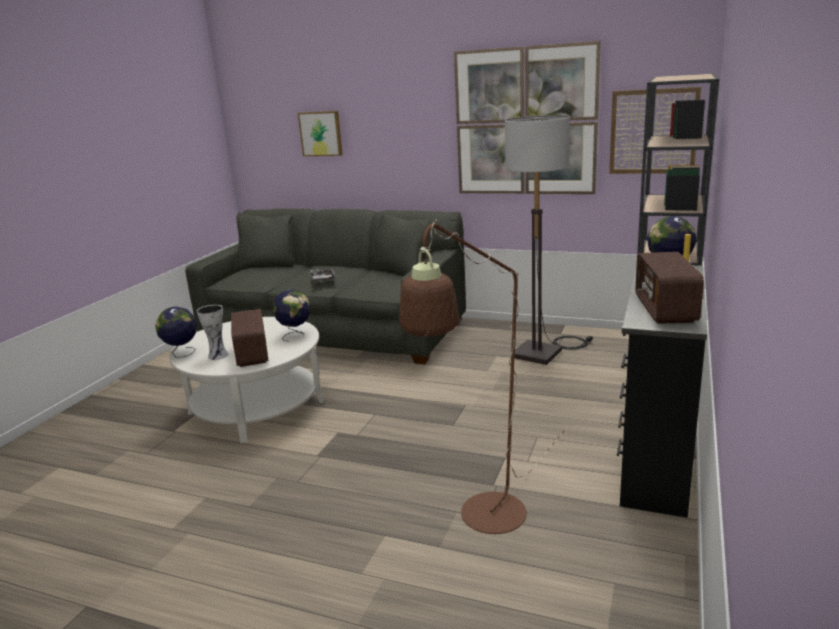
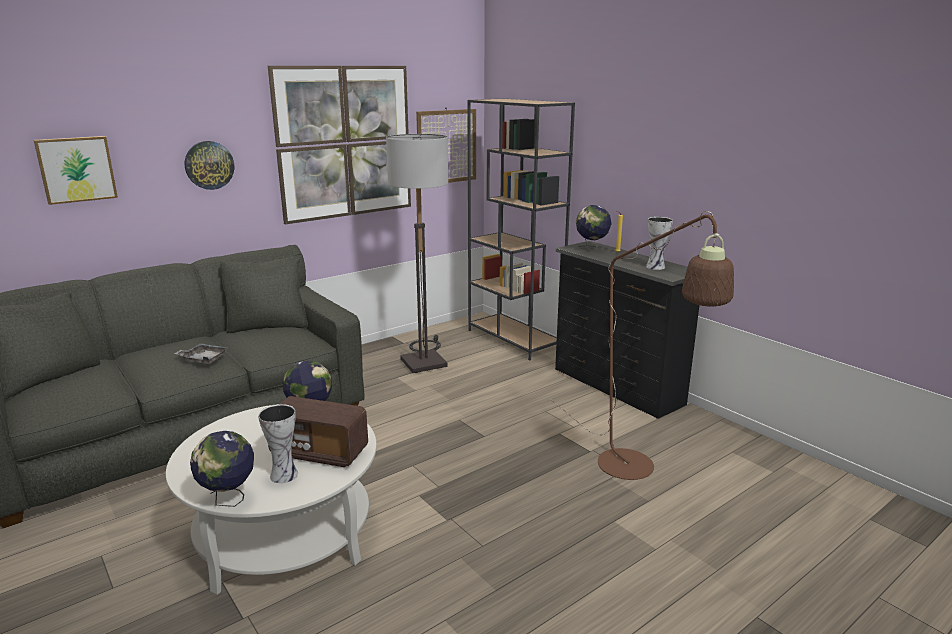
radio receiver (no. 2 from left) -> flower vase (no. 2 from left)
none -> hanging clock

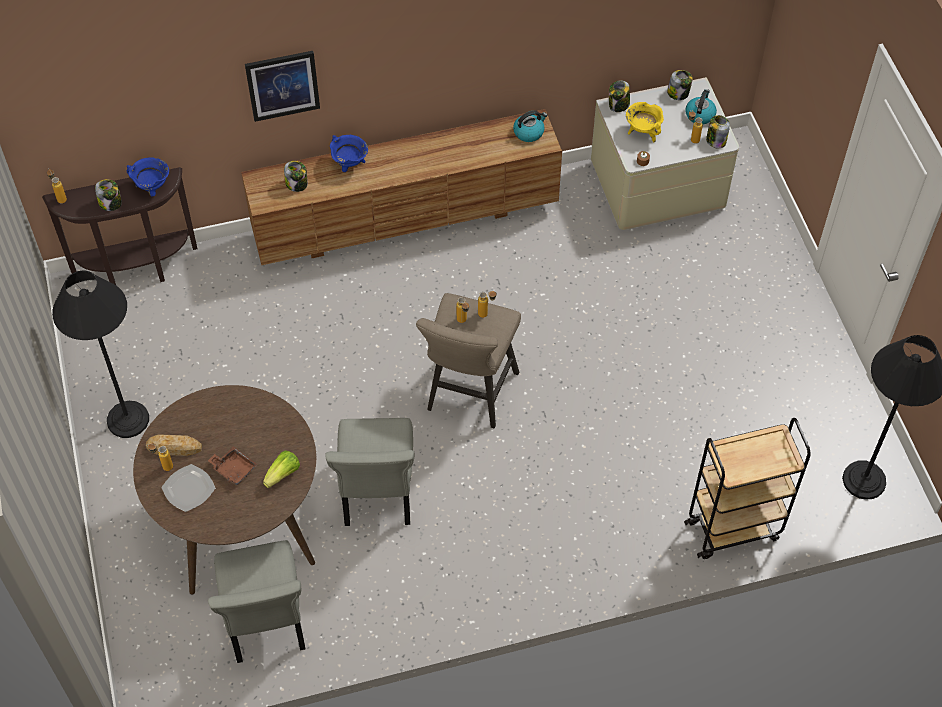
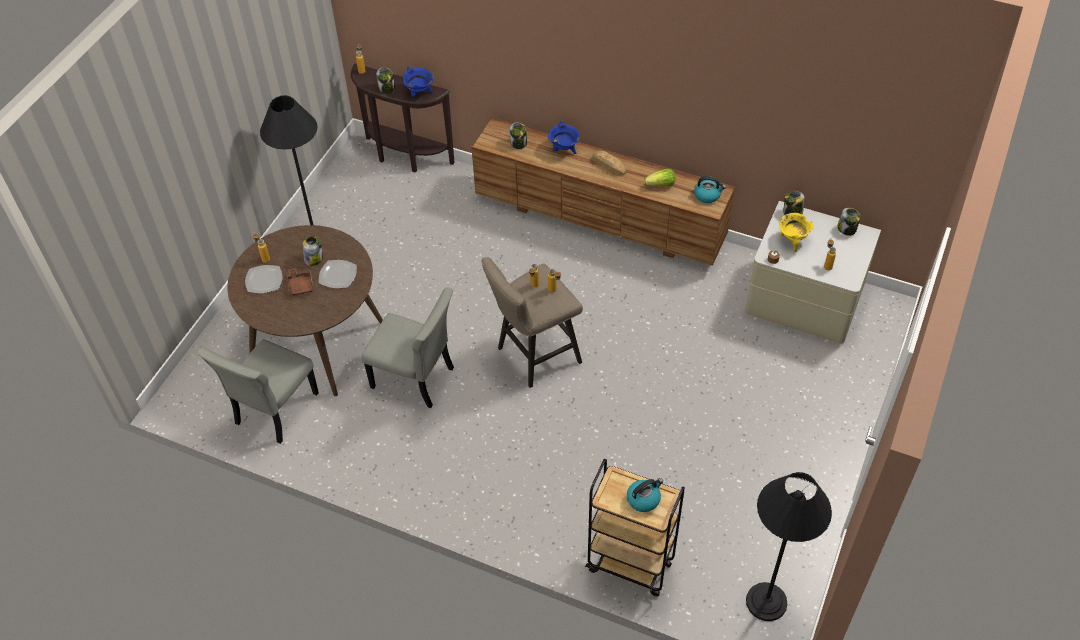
wall art -> none
kettle (no. 2 from left in the first image) -> kettle (no. 1 from left), shifted
jar (no. 5 from left in the first image) -> jar (no. 1 from left), shifted
grey chair (no. 2 from left), 105 degrees counterclockwise
bread, shifted
lettuce, shifted
none -> plate (no. 2 from left)

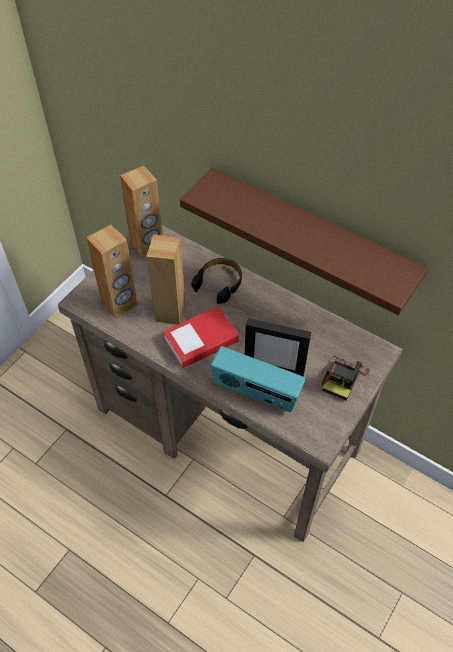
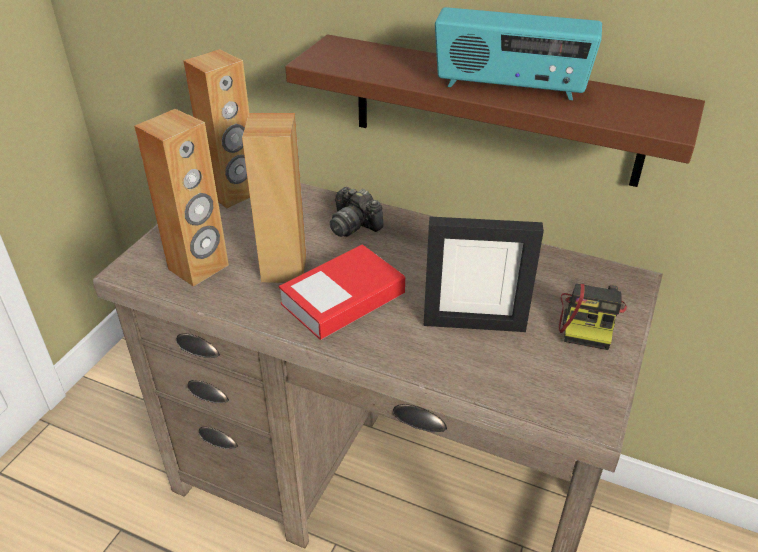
black headset -> still camera (no. 1 from left)
radio receiver, shifted

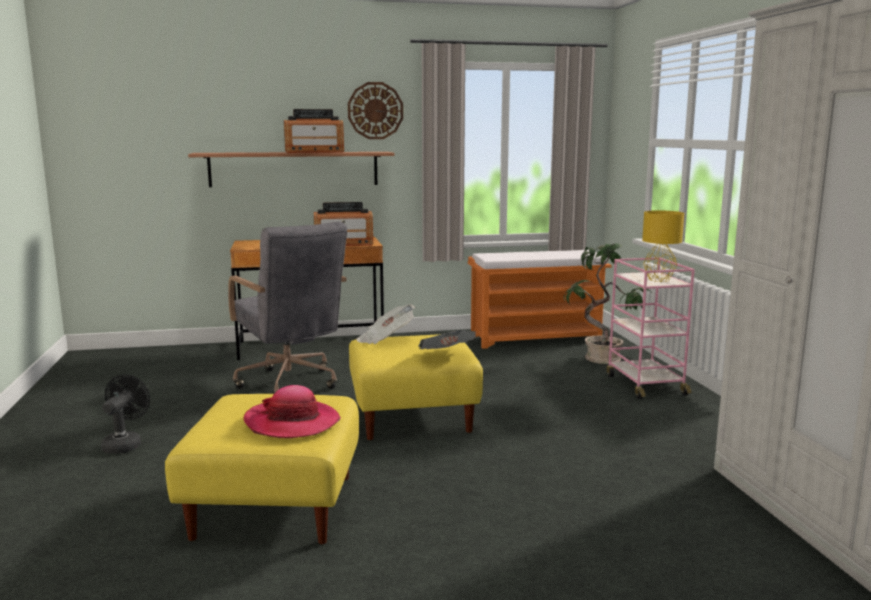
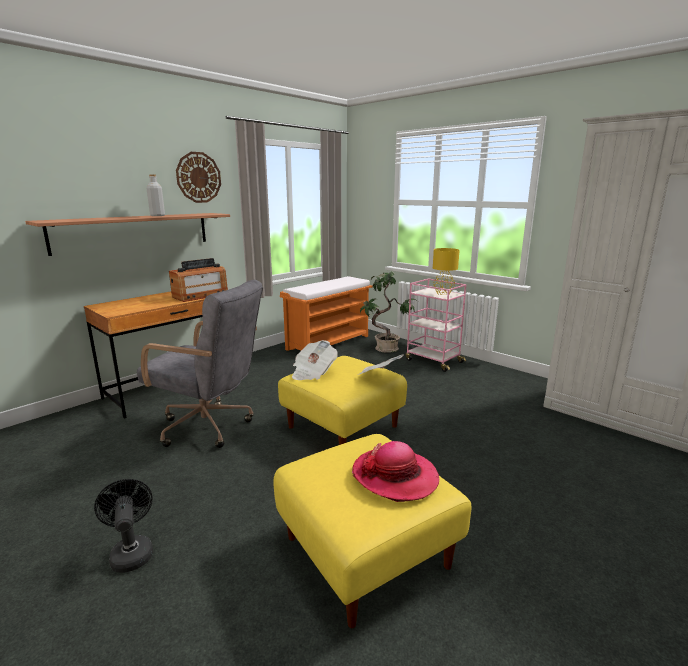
radio receiver (no. 1 from left) -> grey bottle

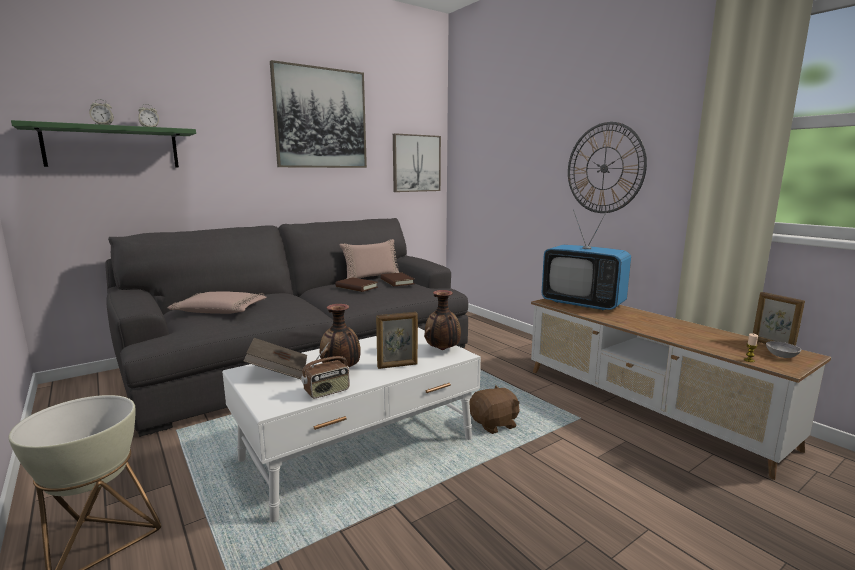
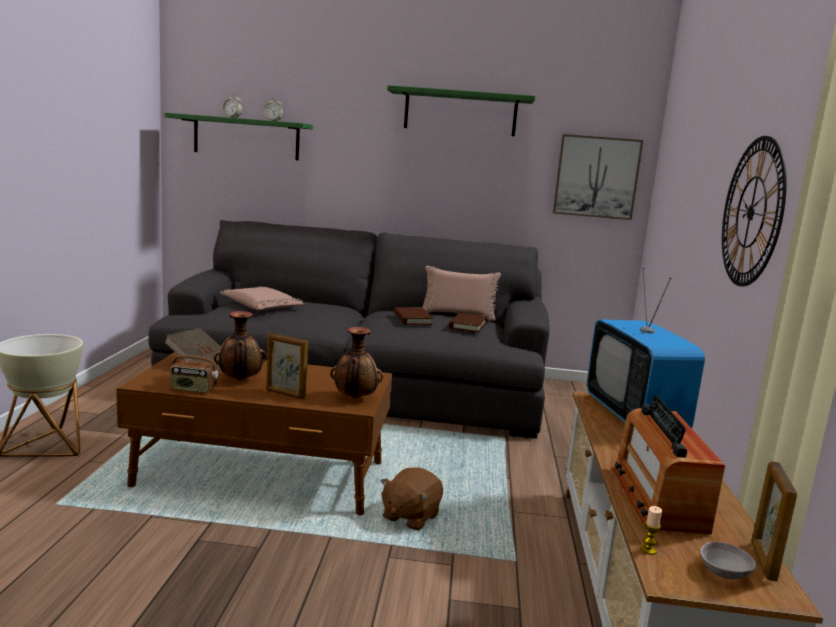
wall art (no. 1 from left) -> greenish wall shelf (no. 2 from left)
white-coloured coffee table -> brown-coloured coffee table
brown-coloured soft toy, 105 degrees clockwise
none -> radio receiver (no. 2 from left)

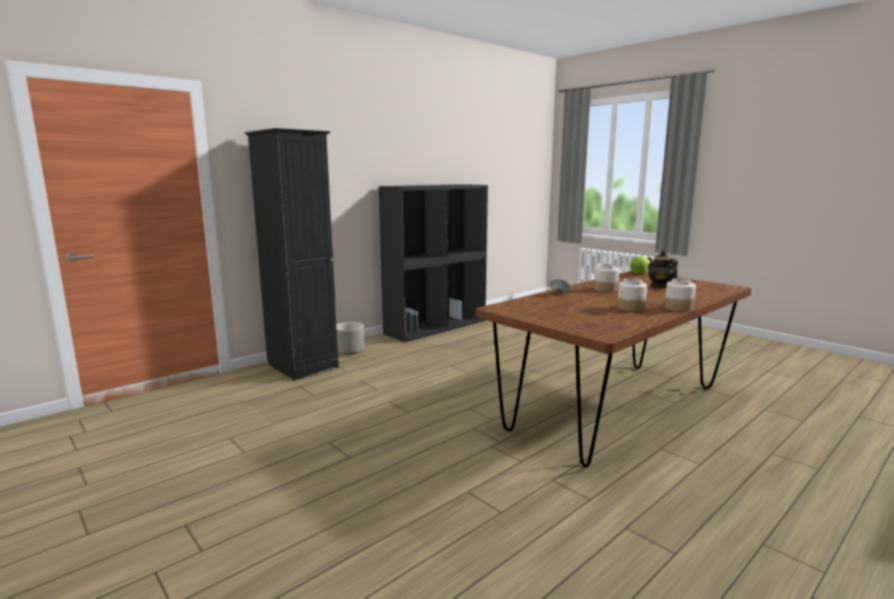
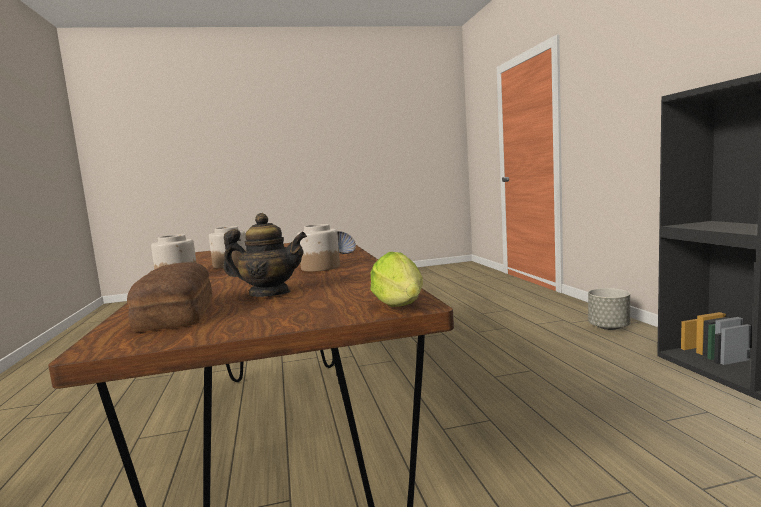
black cupboard -> none
none -> bread

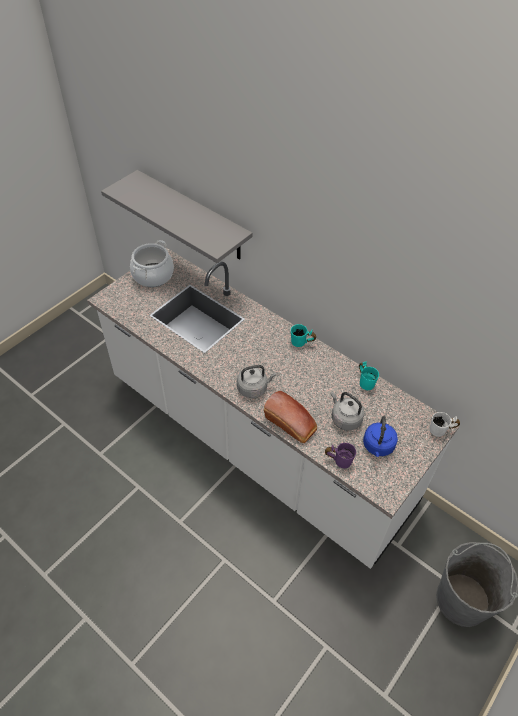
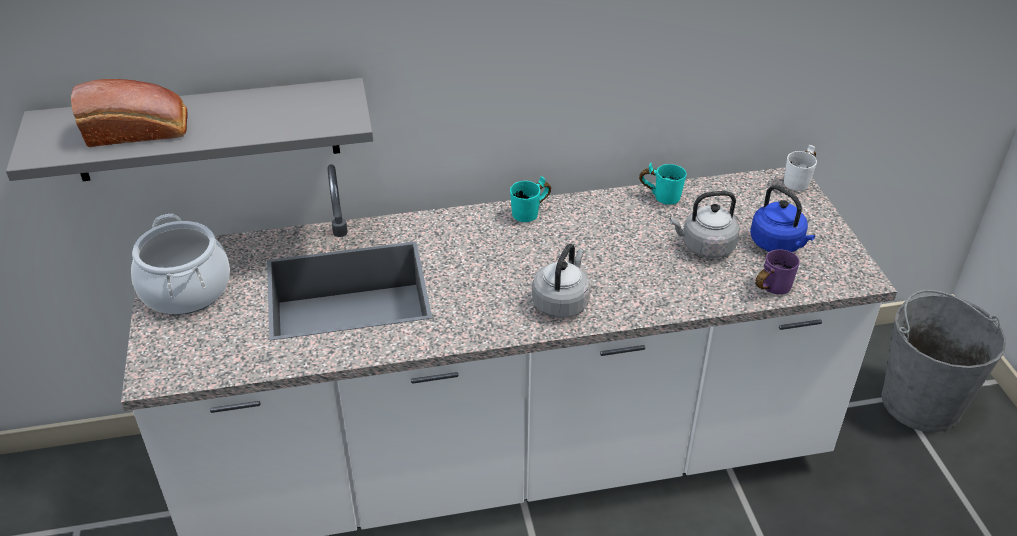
bread, shifted

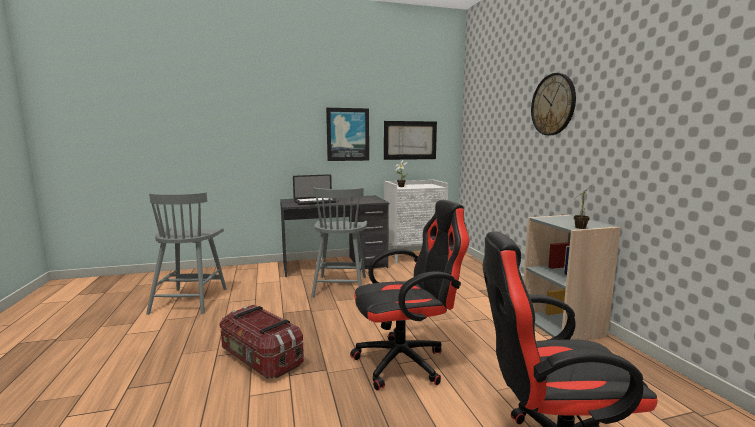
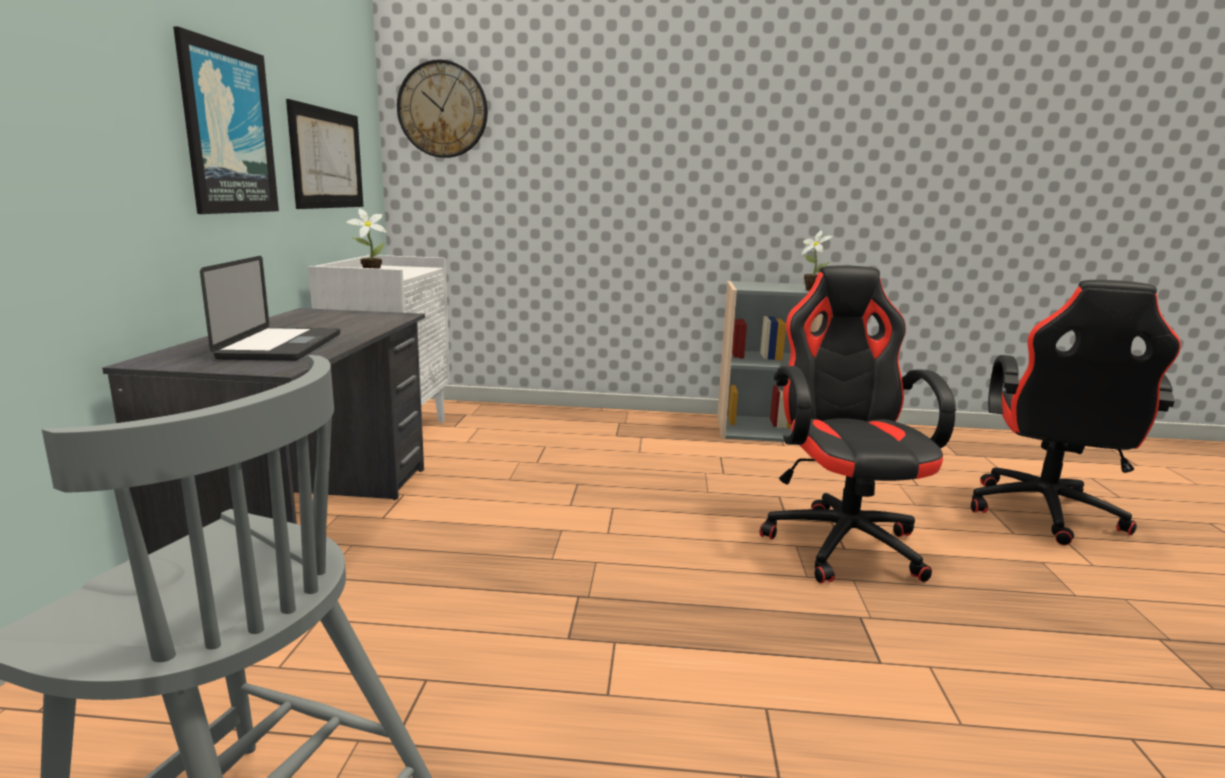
hanging clock, shifted
grey chair (no. 2 from left) -> none
storage bin -> none

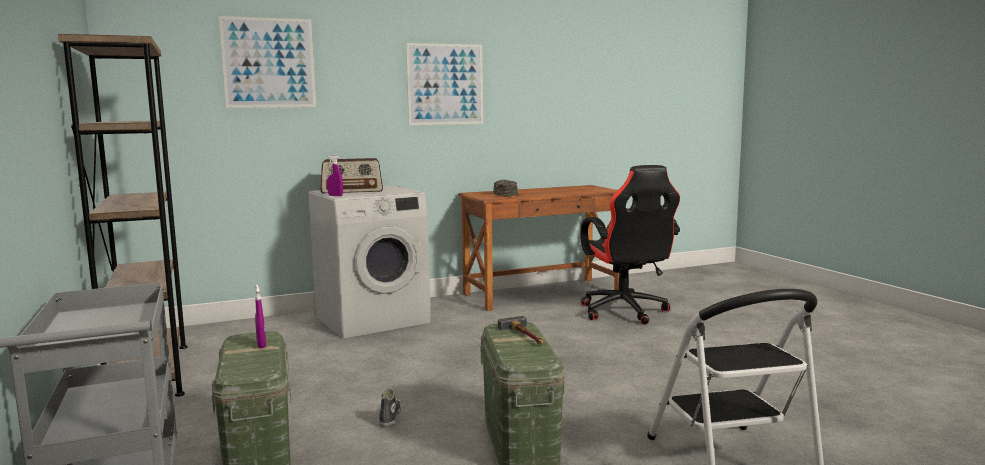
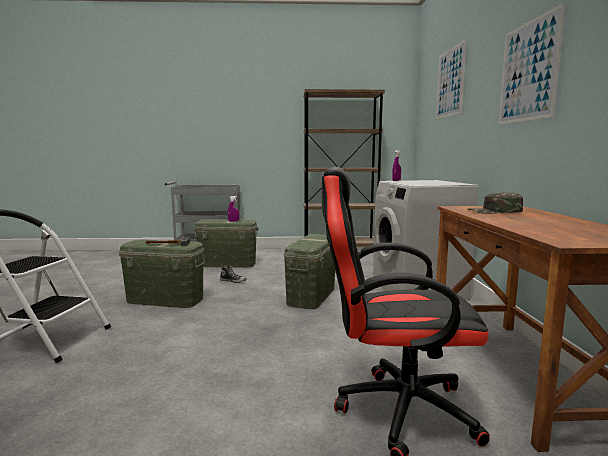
radio receiver -> none
none -> greenish storage bin (no. 3 from left)

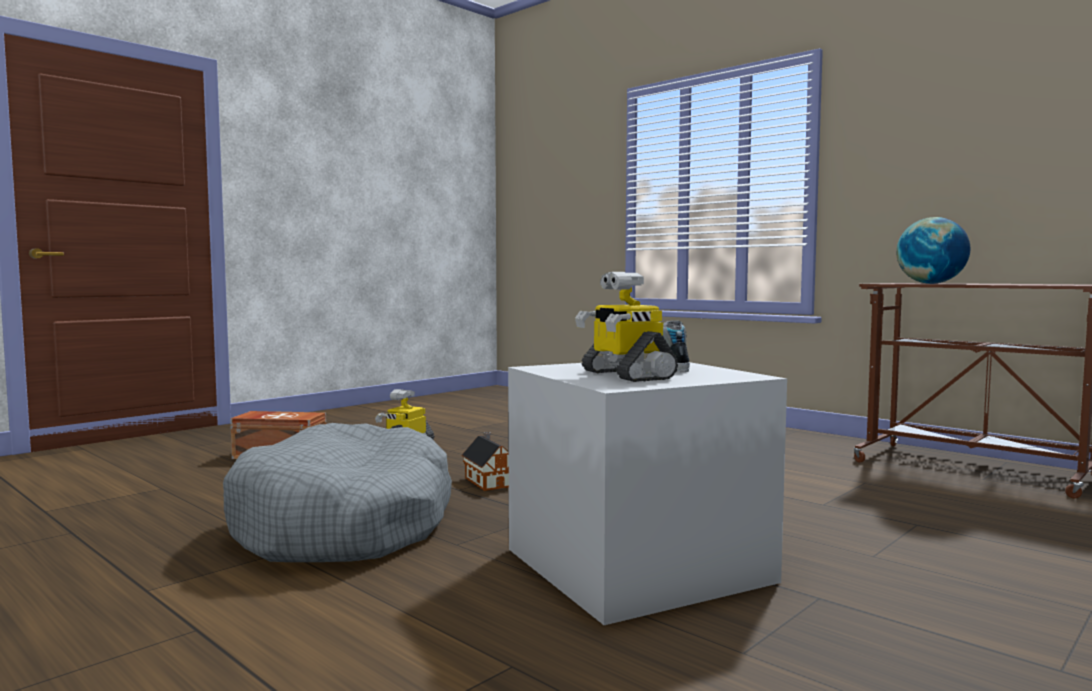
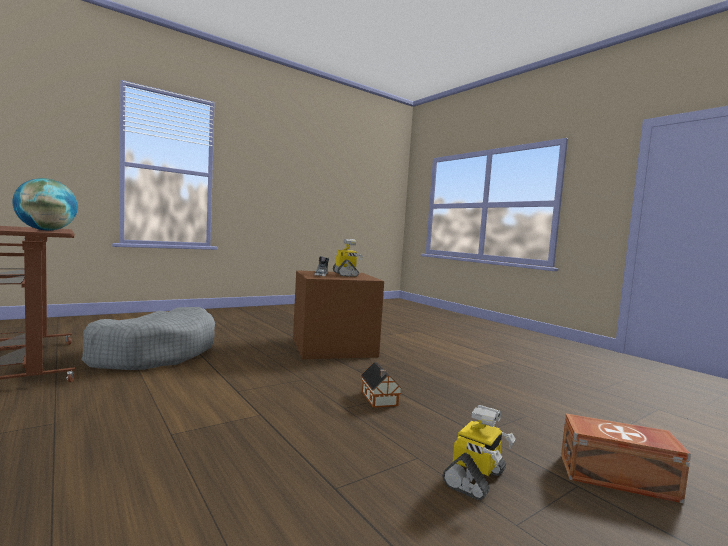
grey storage bin -> brown-coloured storage bin (no. 1 from left)
grey dog bed, shifted

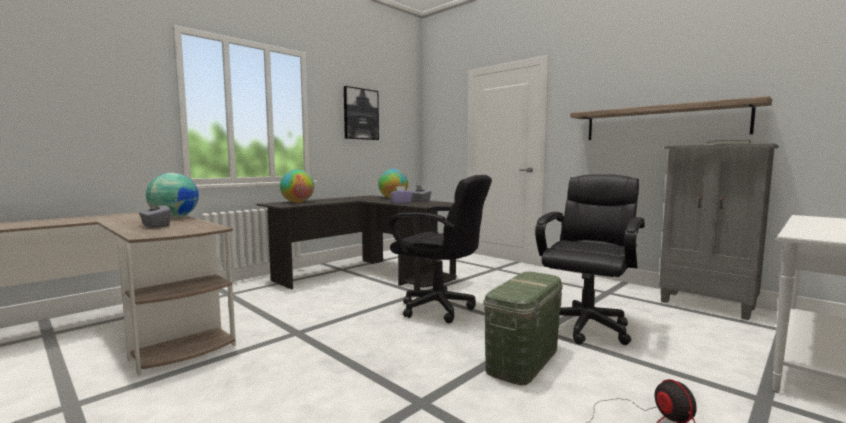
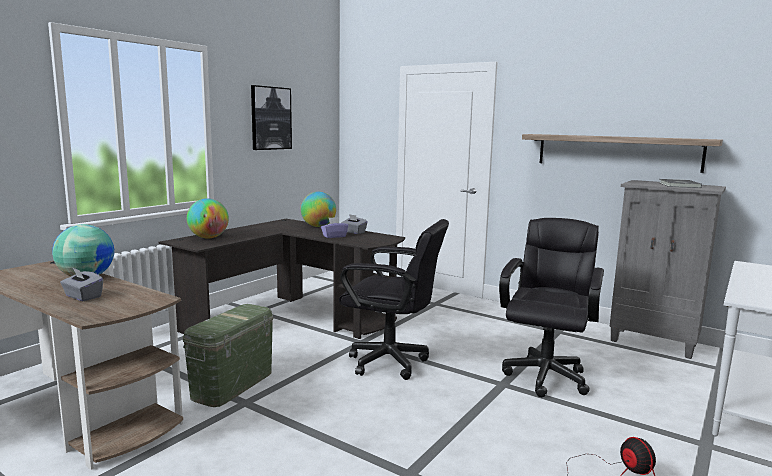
greenish storage bin, shifted

